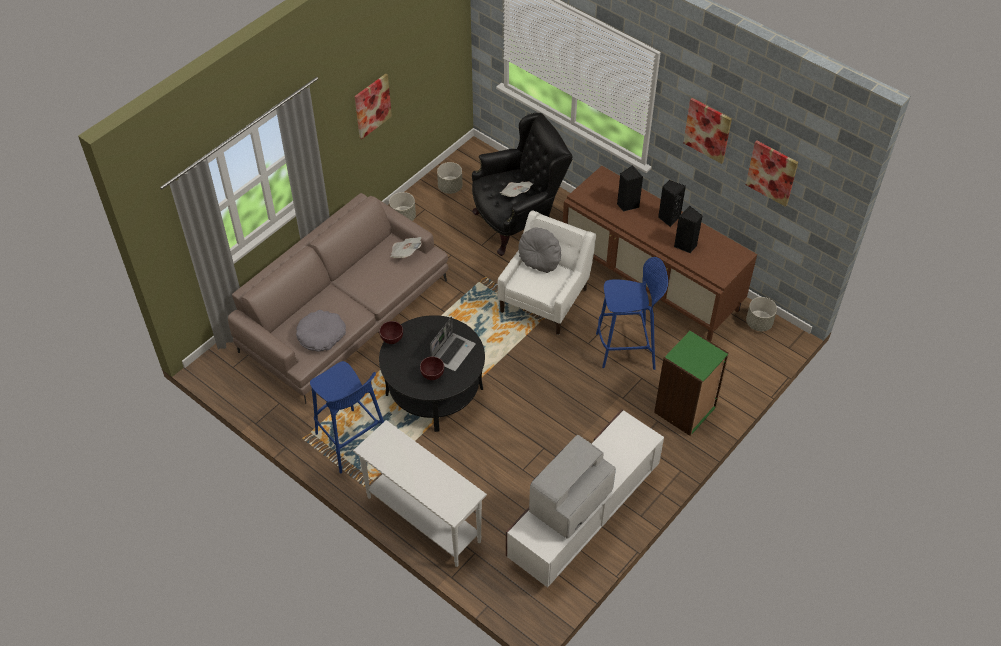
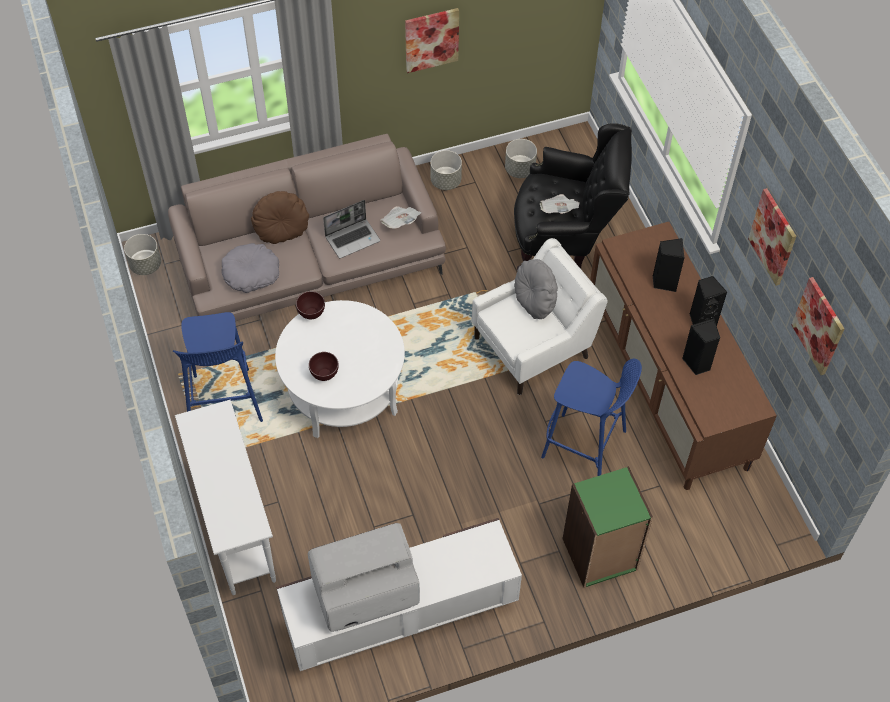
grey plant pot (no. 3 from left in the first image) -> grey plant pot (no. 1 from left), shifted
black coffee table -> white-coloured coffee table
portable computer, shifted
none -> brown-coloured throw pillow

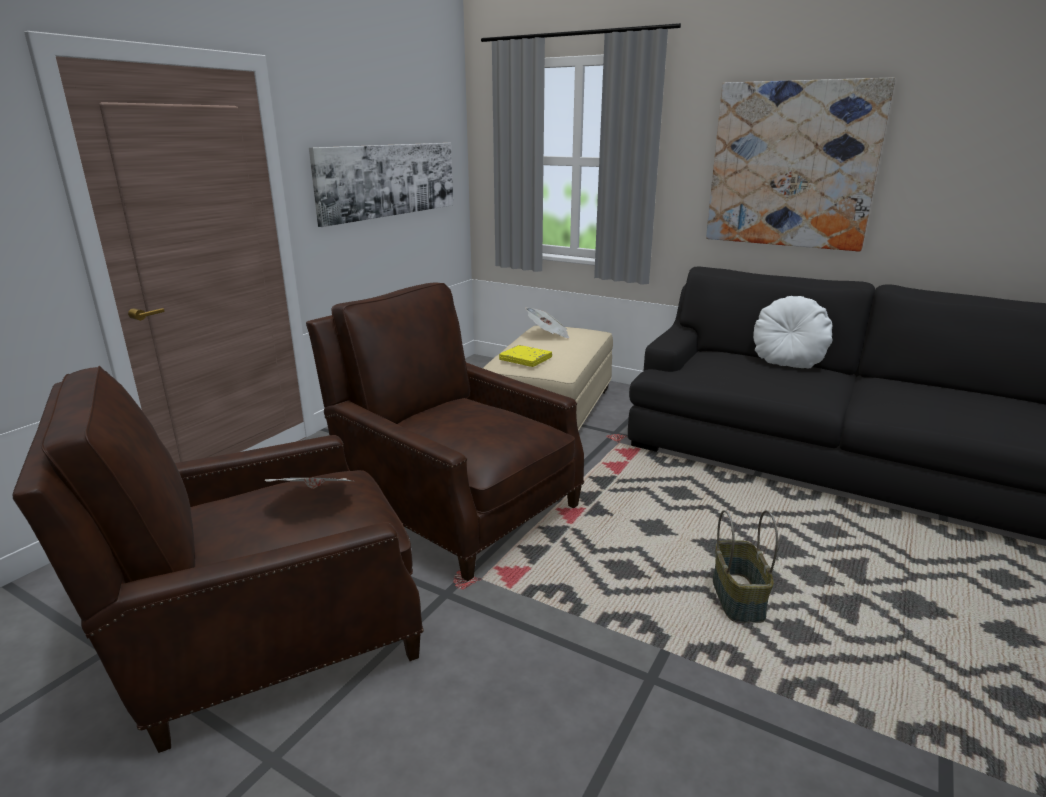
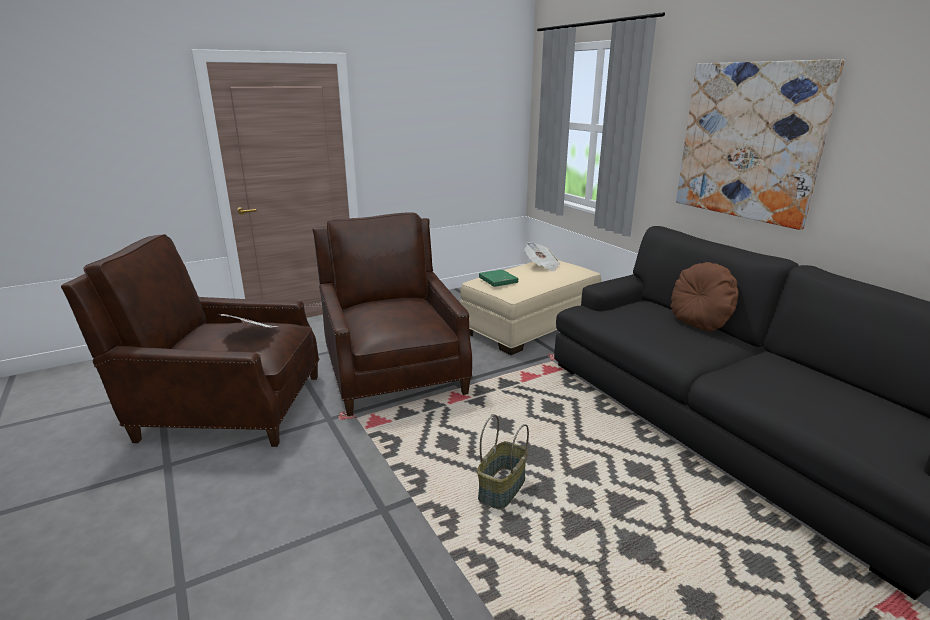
wall art (no. 1 from left) -> none
white-coloured throw pillow -> brown-coloured throw pillow
yellowish volume -> greenish volume

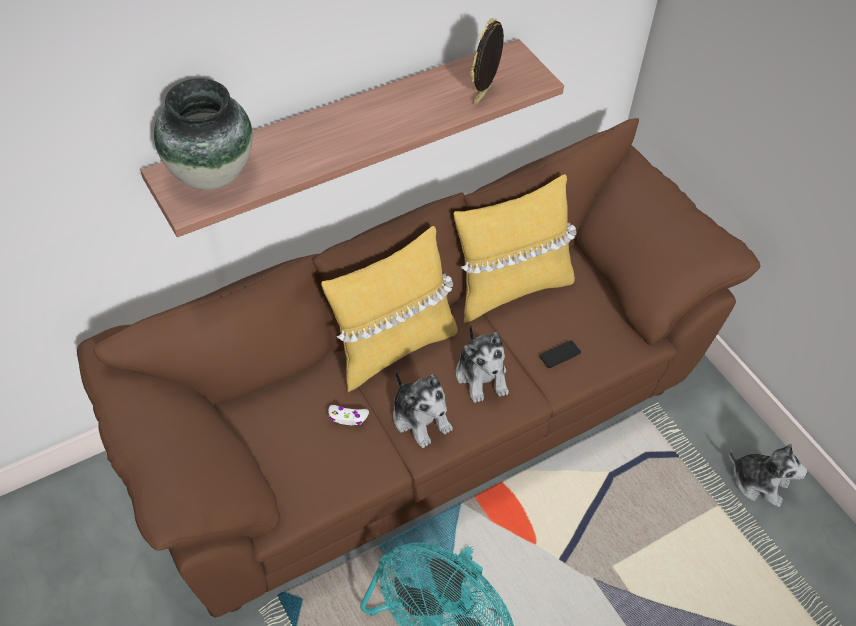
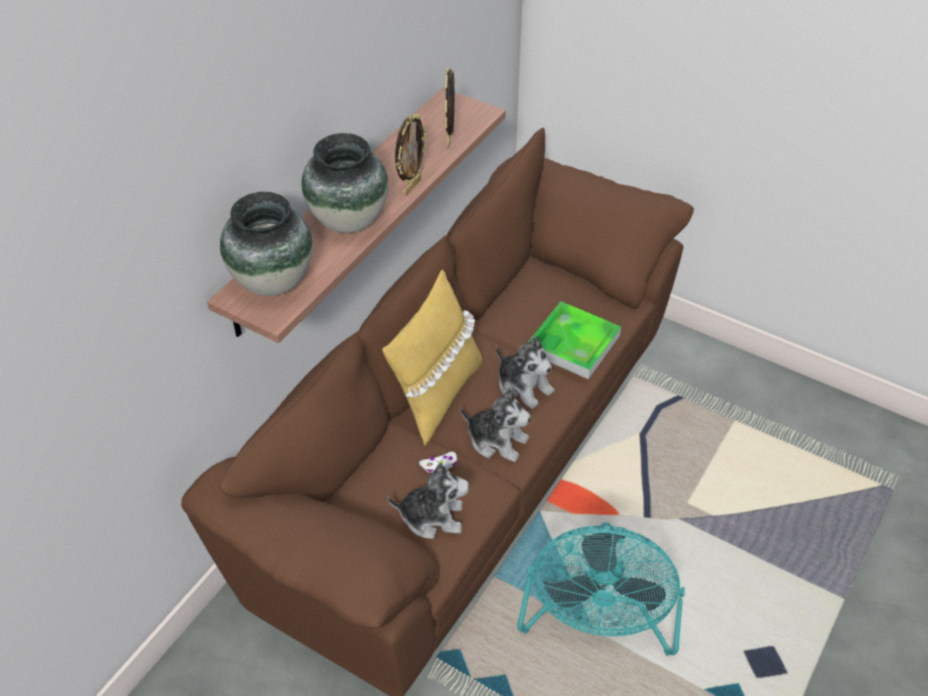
yellowish throw pillow (no. 2 from left) -> none
handset -> serving tray
soft toy (no. 3 from left in the first image) -> soft toy (no. 1 from left), shifted
none -> photo frame (no. 1 from left)
none -> flower vase (no. 2 from left)

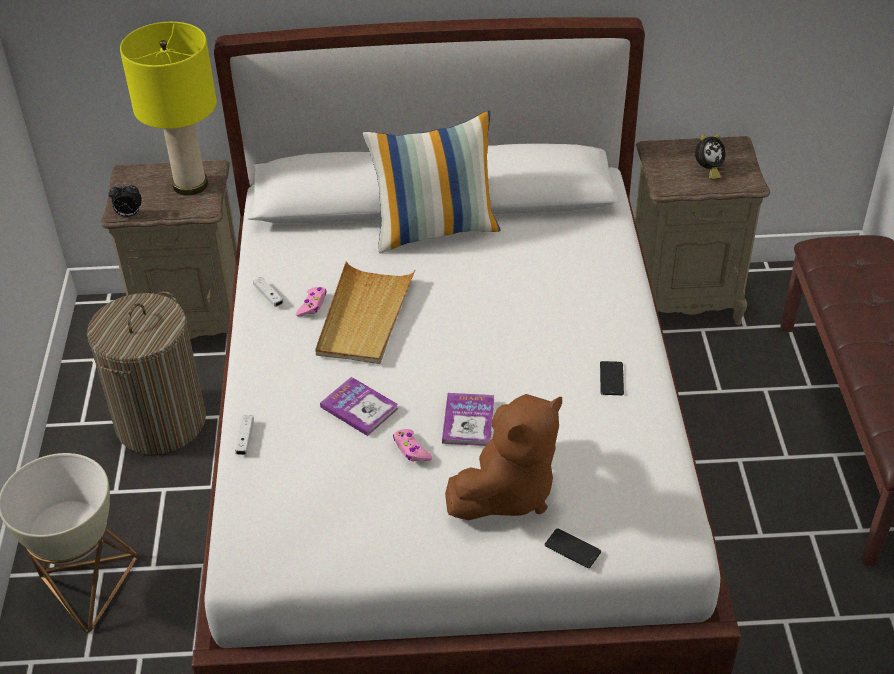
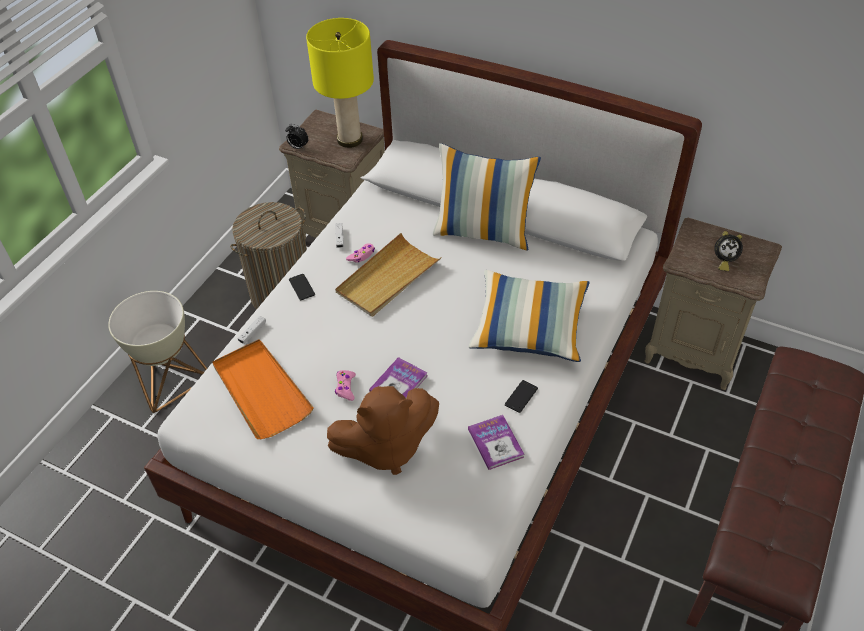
volume (no. 1 from left in the first image) -> volume (no. 2 from left), shifted
handset (no. 1 from left), shifted
none -> throw pillow (no. 2 from left)
none -> orange serving tray

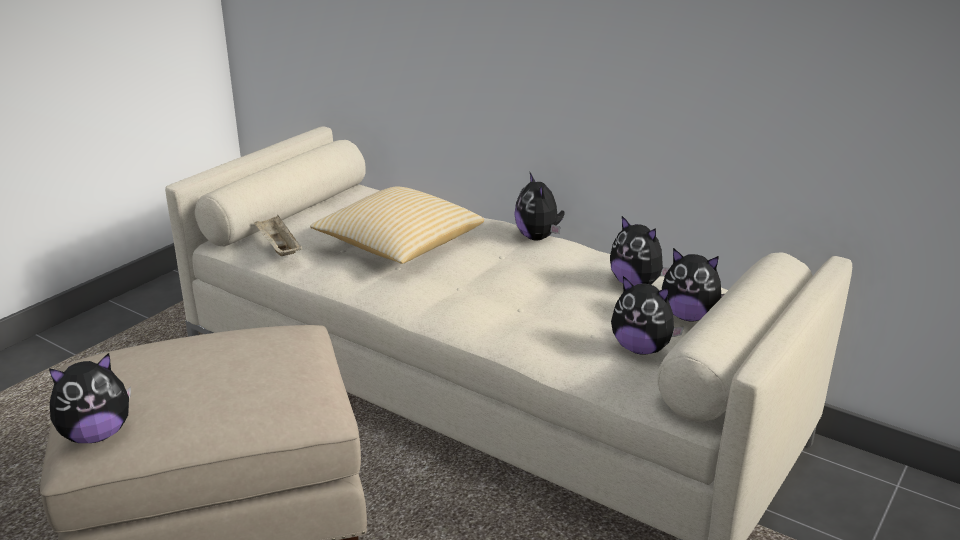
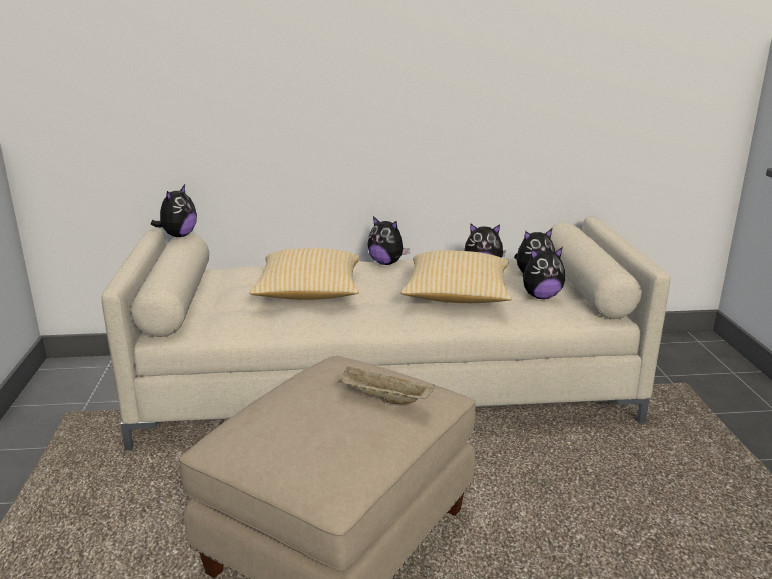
beige-coloured serving tray, shifted
soft toy (no. 1 from left), shifted
none -> throw pillow (no. 2 from left)

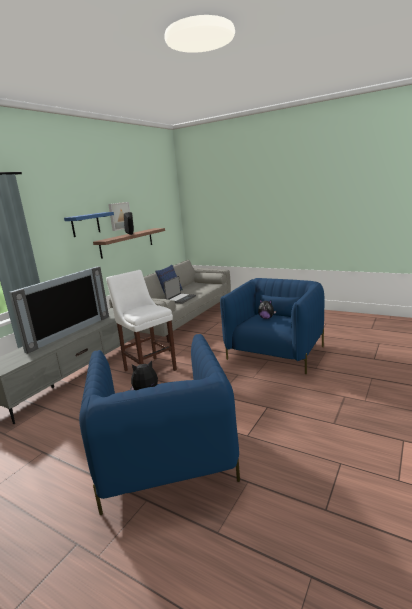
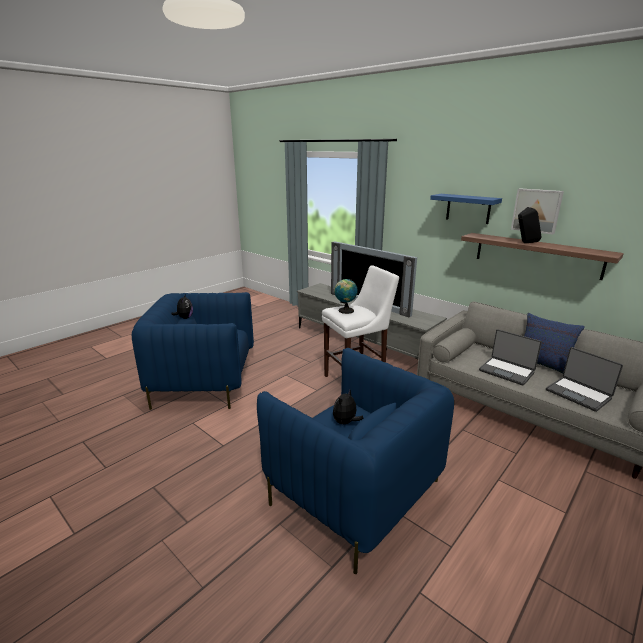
none -> globe
none -> portable computer (no. 2 from left)

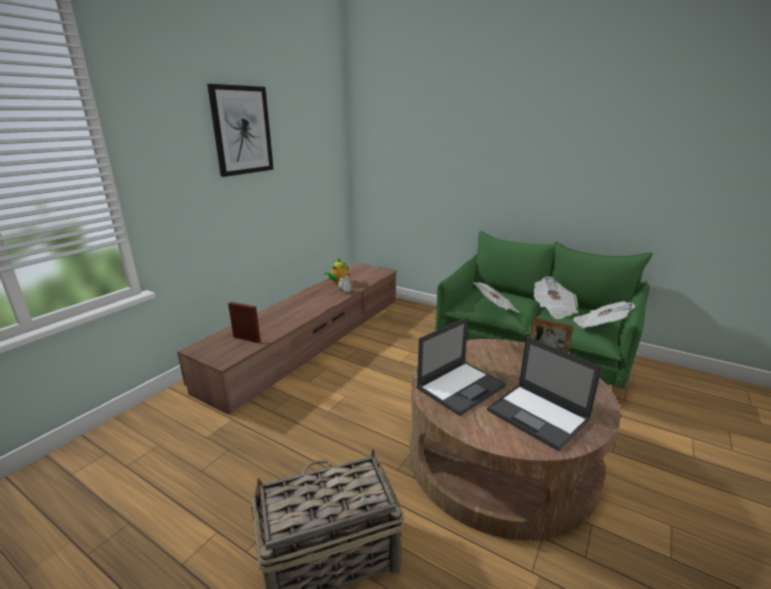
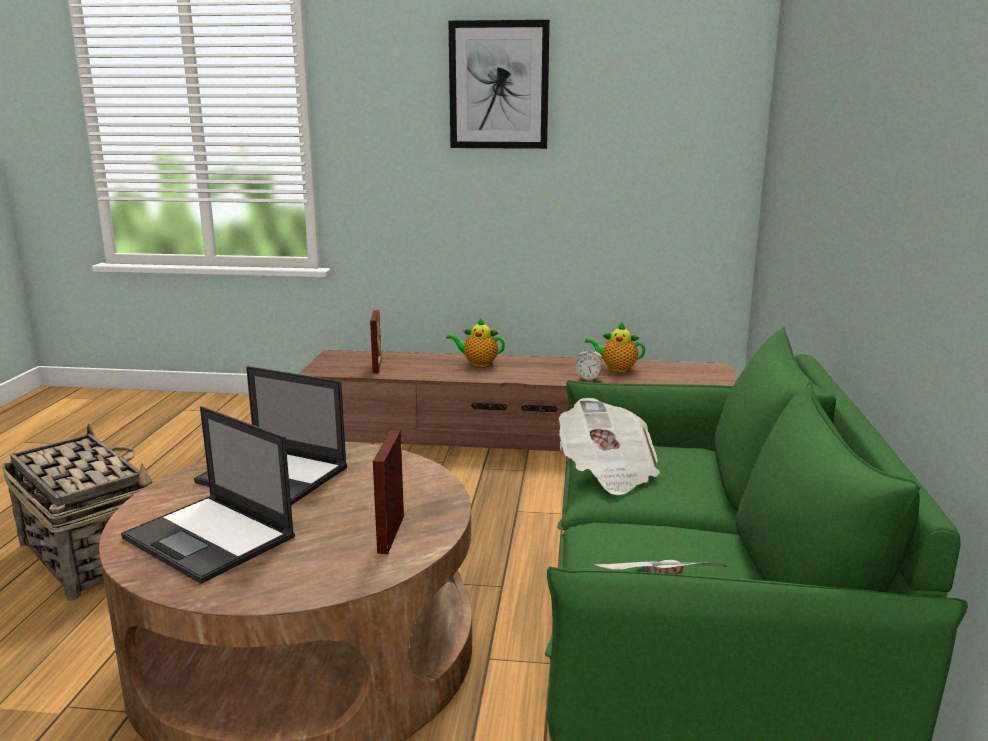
newspaper (no. 2 from left) -> none
portable computer (no. 2 from left in the first image) -> portable computer (no. 1 from left), 75 degrees counterclockwise
none -> teapot (no. 1 from left)

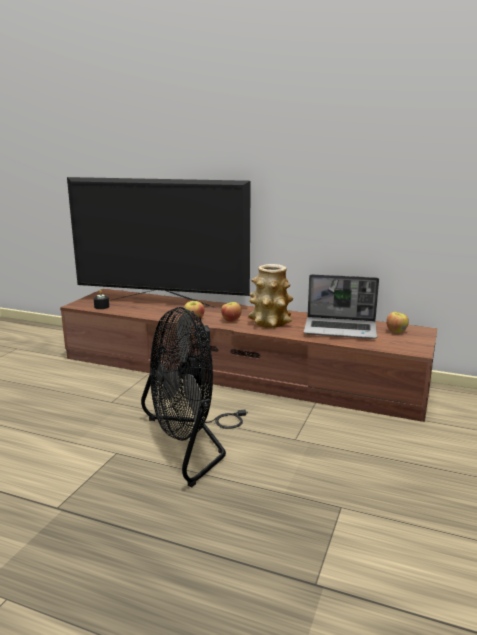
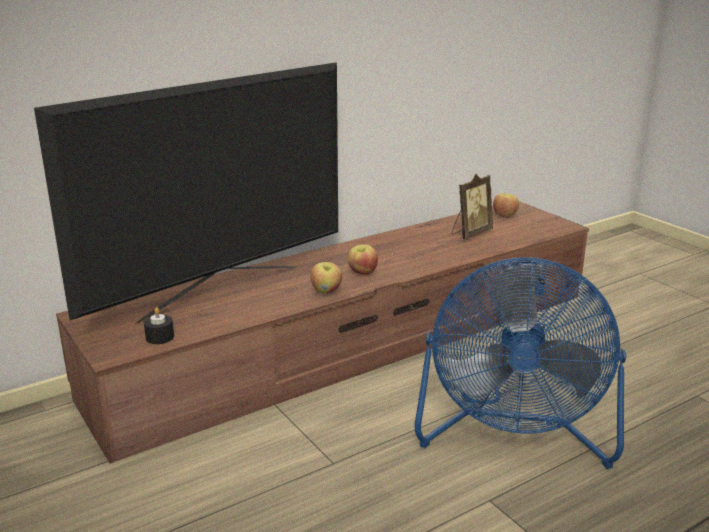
flower vase -> none
portable computer -> photo frame
black fan -> blue-coloured fan

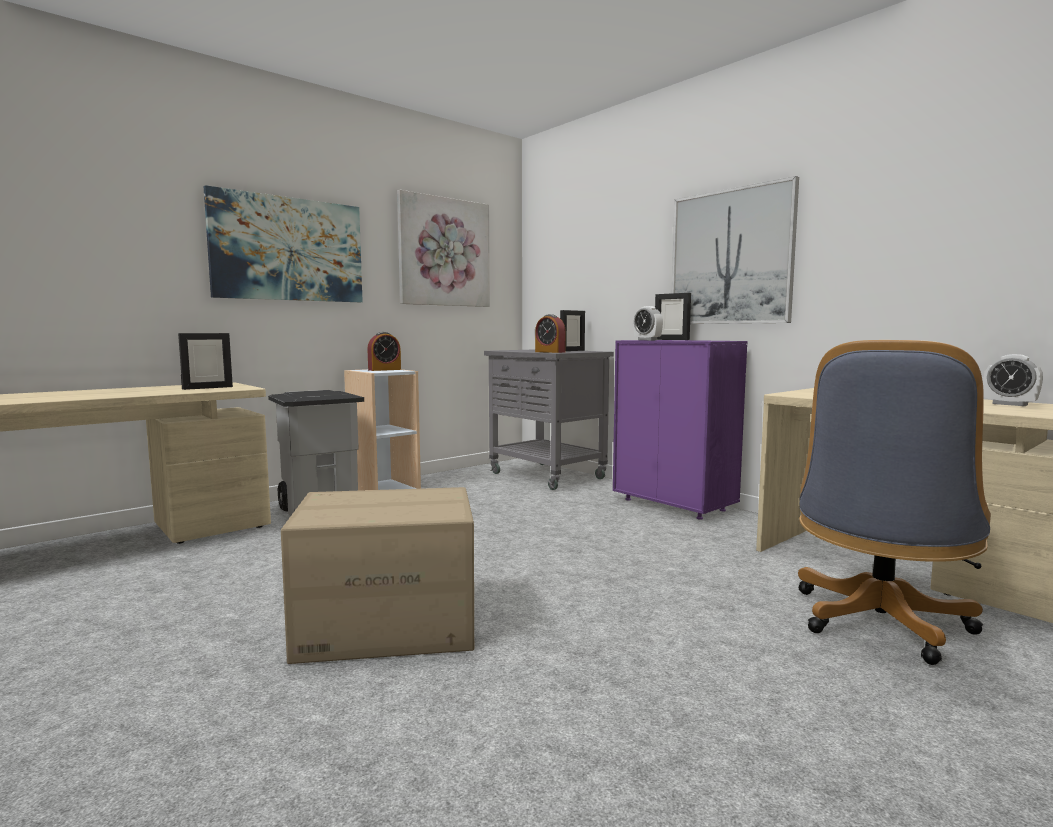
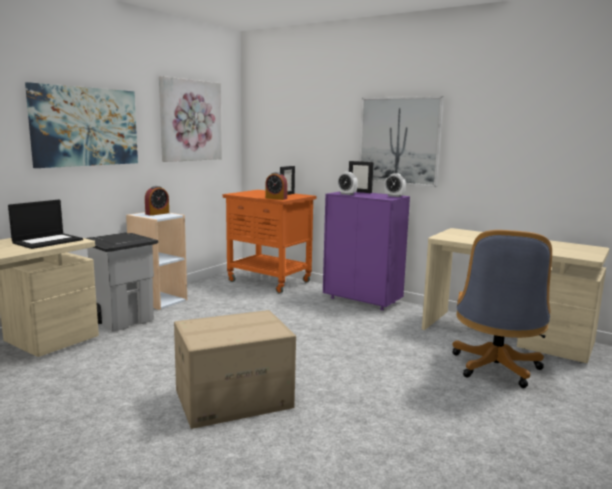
photo frame (no. 1 from left) -> portable computer
grey wheeled cart -> orange wheeled cart
alarm clock (no. 4 from left), shifted

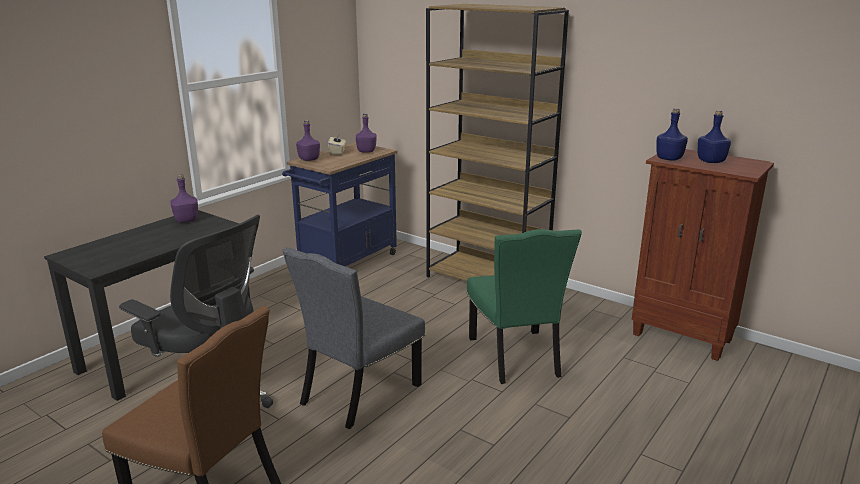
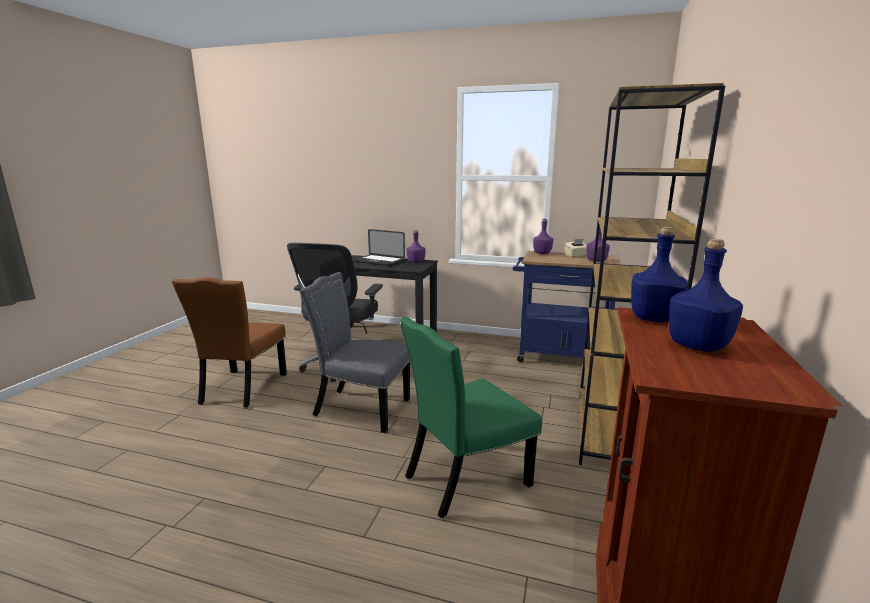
none -> portable computer

